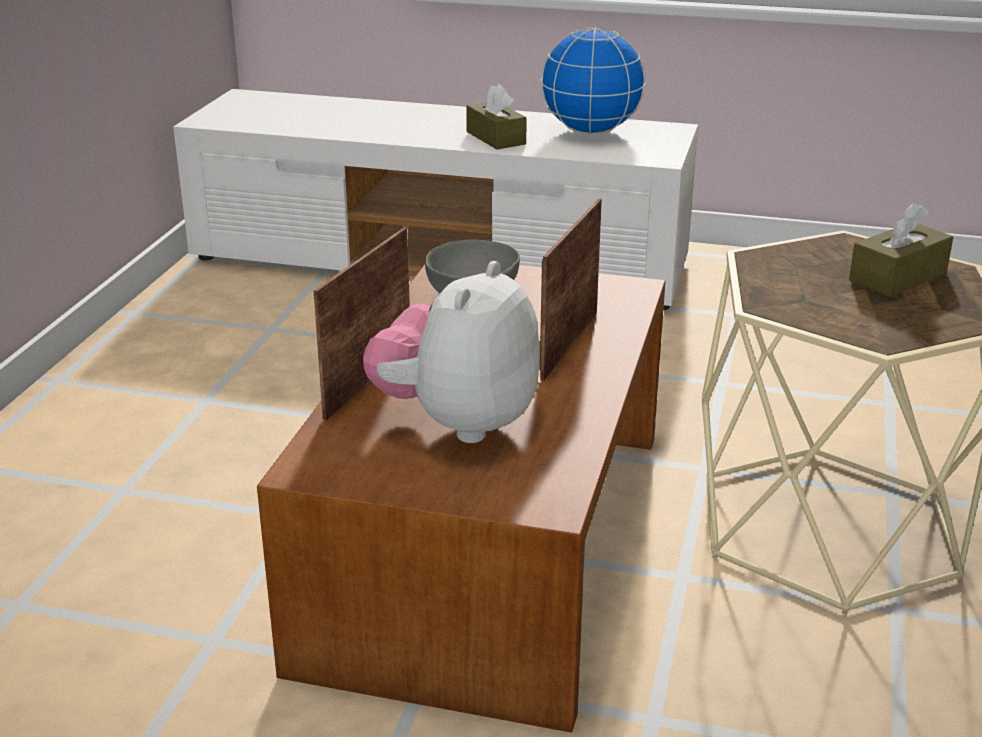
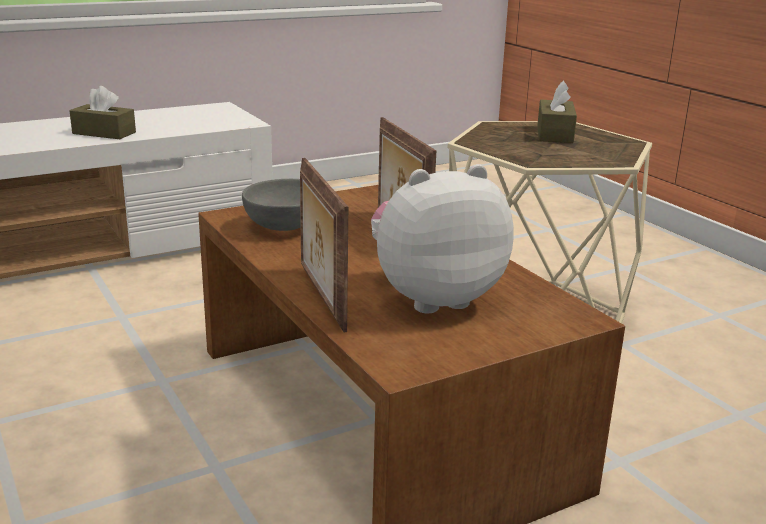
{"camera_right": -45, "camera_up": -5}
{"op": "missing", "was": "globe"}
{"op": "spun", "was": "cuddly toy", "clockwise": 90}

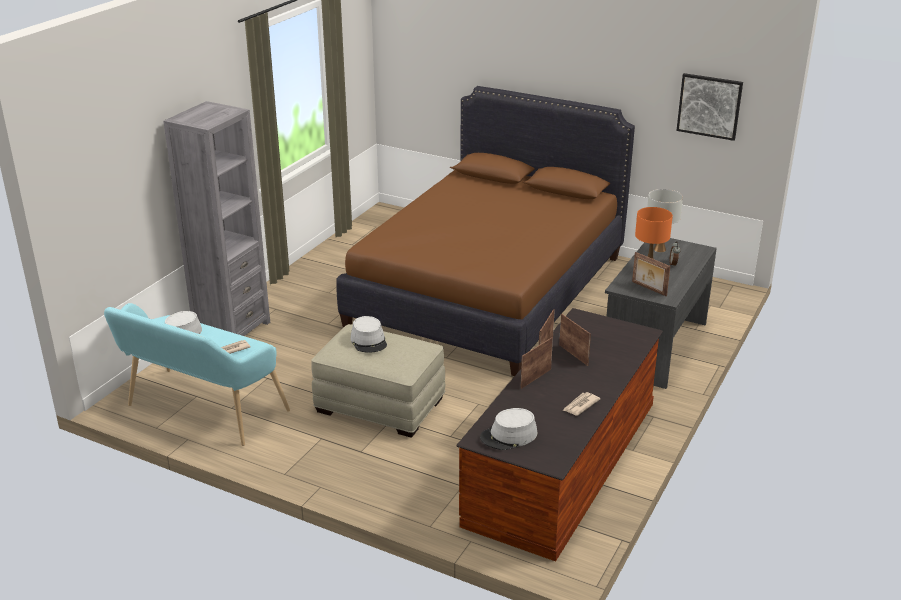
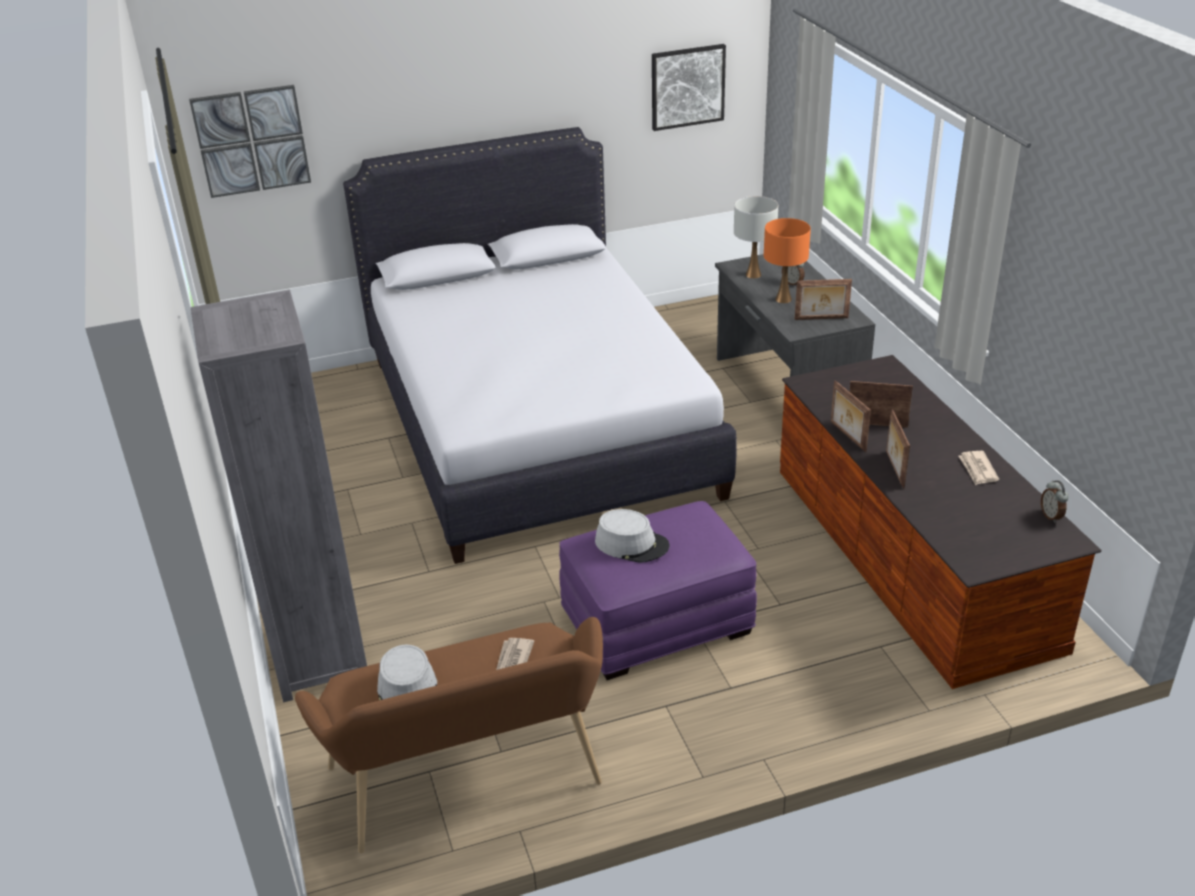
{"camera_right": -45, "camera_up": 5}
{"op": "missing", "was": "grey wearable hat (no. 3 from left)"}
{"op": "appeared", "now": "wall picture (no. 1 from left)"}
{"op": "appeared", "now": "bedside clock (no. 2 from left)"}
{"op": "colour", "was": "blue-green long seat", "now": "brown-coloured long seat"}
{"op": "colour", "was": "beige ottoman", "now": "purple ottoman"}
{"op": "colour", "was": "brown-coloured bed", "now": "white-coloured bed"}

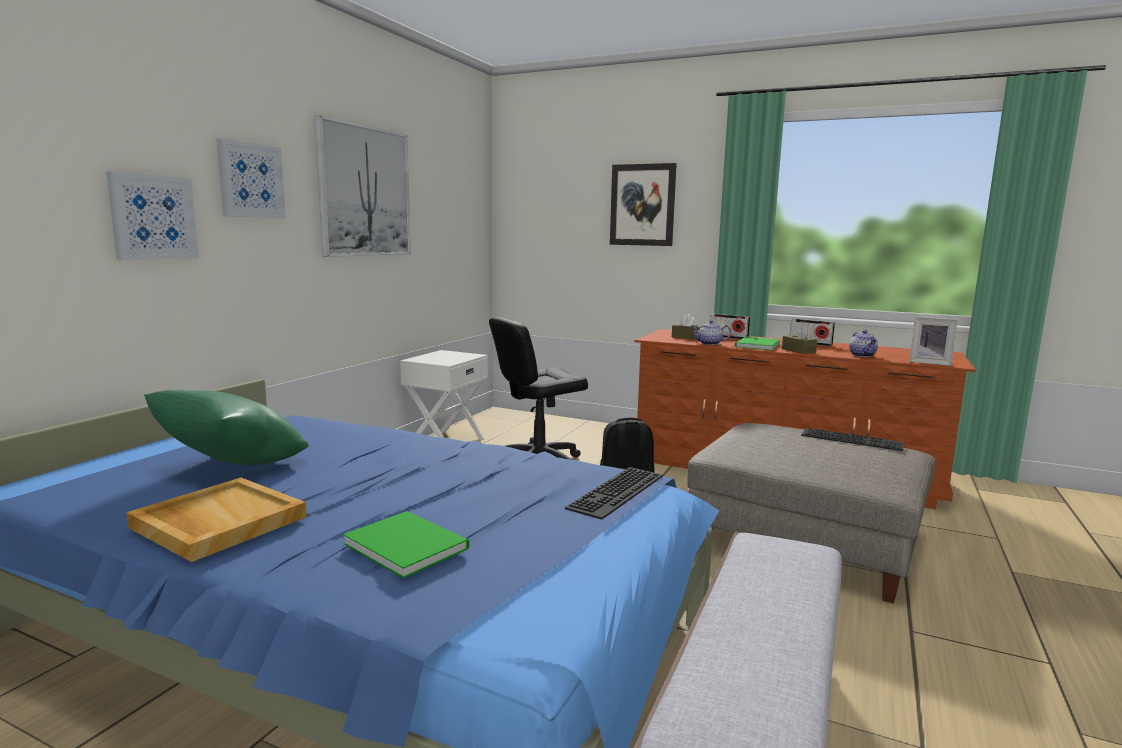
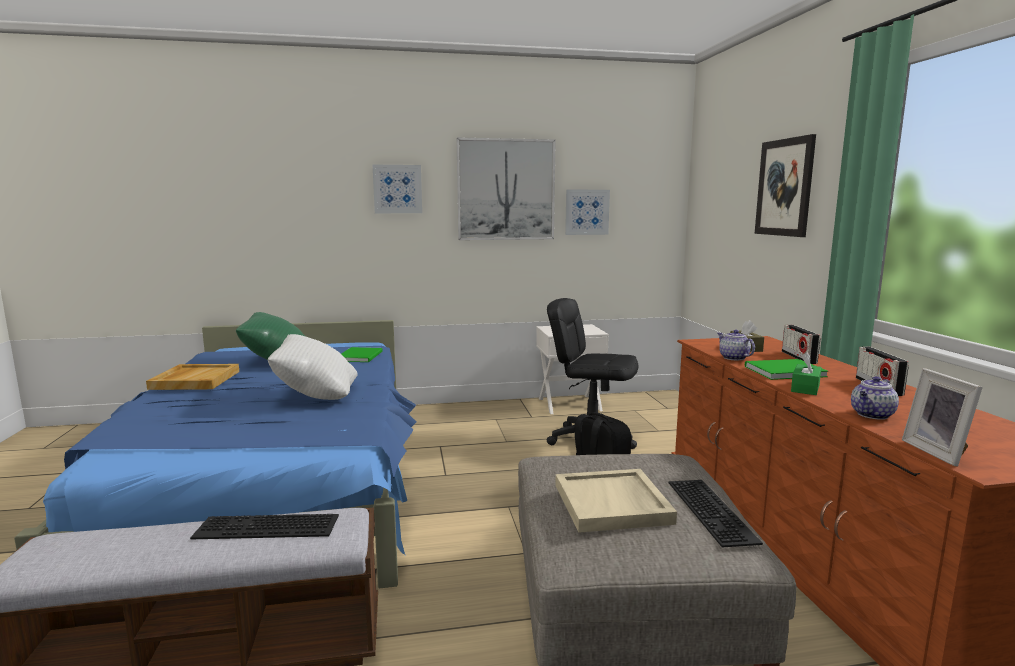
{"camera_right": 55, "camera_up": 0}
{"op": "appeared", "now": "white-coloured cushion"}
{"op": "appeared", "now": "beige serving tray (no. 2 from left)"}
{"op": "relocated", "was": "wall picture (no. 1 from left in the first image)", "now": "wall picture (no. 3 from left)"}
{"op": "relocated", "was": "green bound book (no. 1 from left)"}
{"op": "relocated", "was": "computer keyboard (no. 1 from left)"}
{"op": "colour", "was": "brown-coloured tissue box (no. 2 from left)", "now": "green tissue box"}

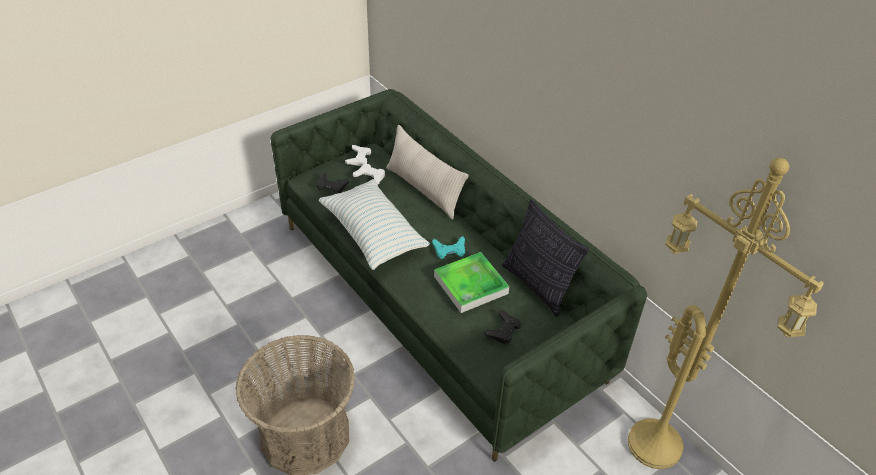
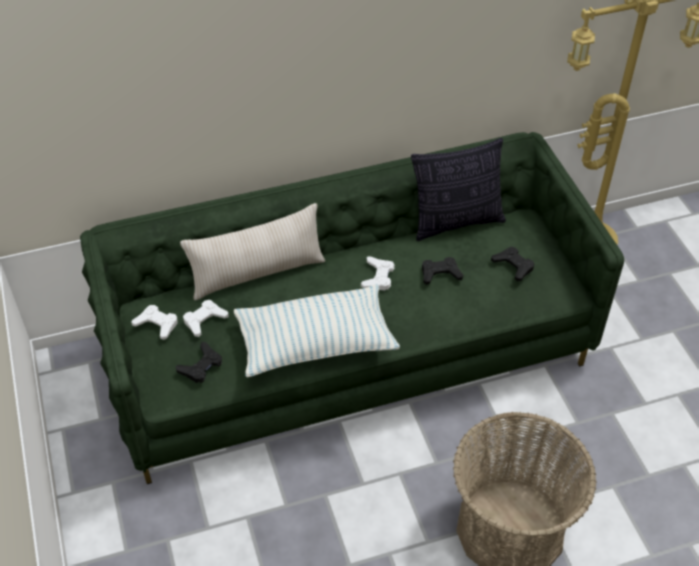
{"camera_right": -70, "camera_up": 5}
{"op": "exchanged", "was": "serving tray", "now": "black-coloured joypad (no. 2 from left)"}
{"op": "colour", "was": "blue-green joypad", "now": "white-coloured joypad (no. 3 from left)"}

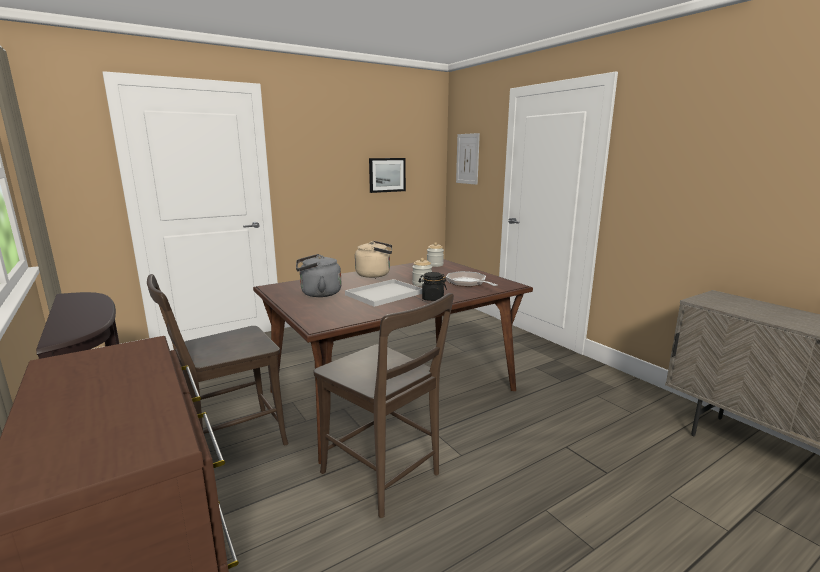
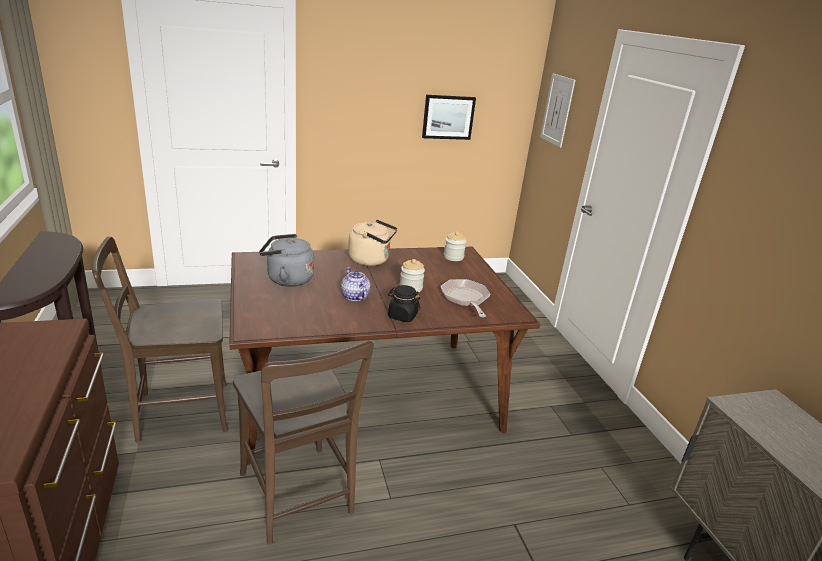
{"camera_right": 15, "camera_up": 10}
{"op": "exchanged", "was": "white-coloured serving tray", "now": "tea pot"}

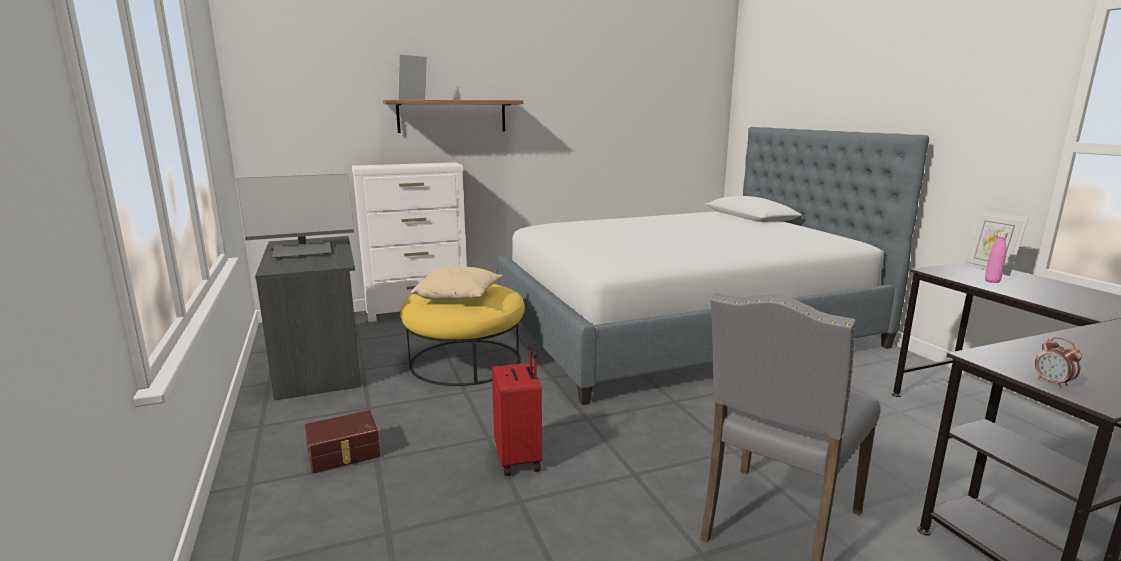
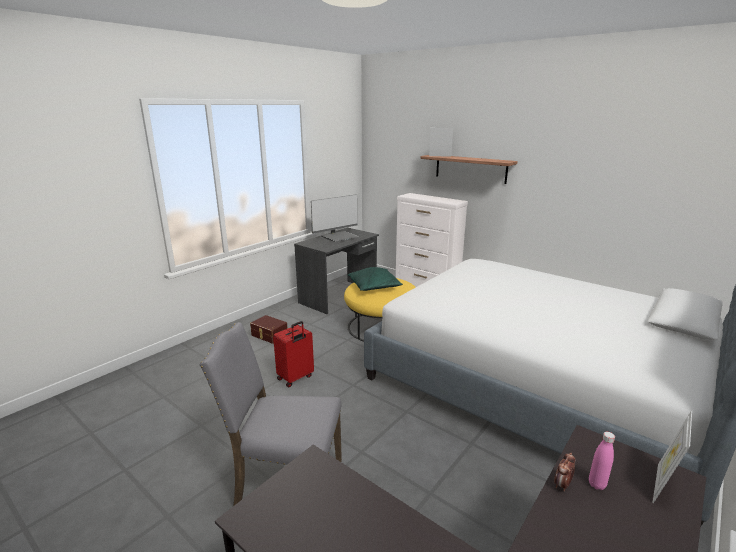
{"camera_right": 60, "camera_up": 5}
{"op": "relocated", "was": "bedside clock"}
{"op": "colour", "was": "beige cushion", "now": "green cushion"}
{"op": "spun", "was": "computer screen", "clockwise": -75}

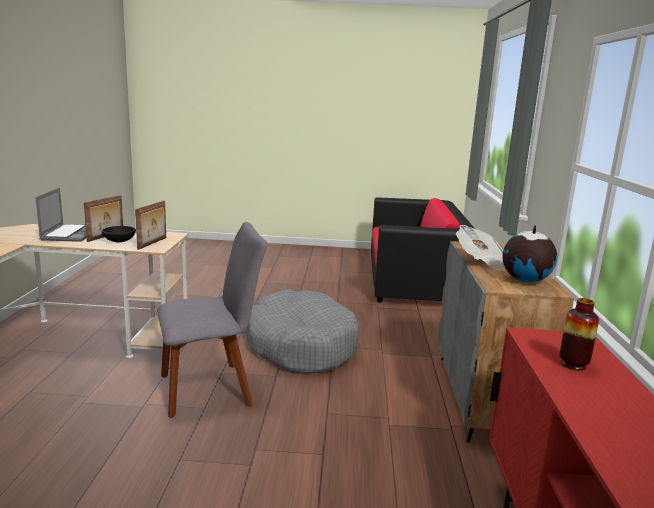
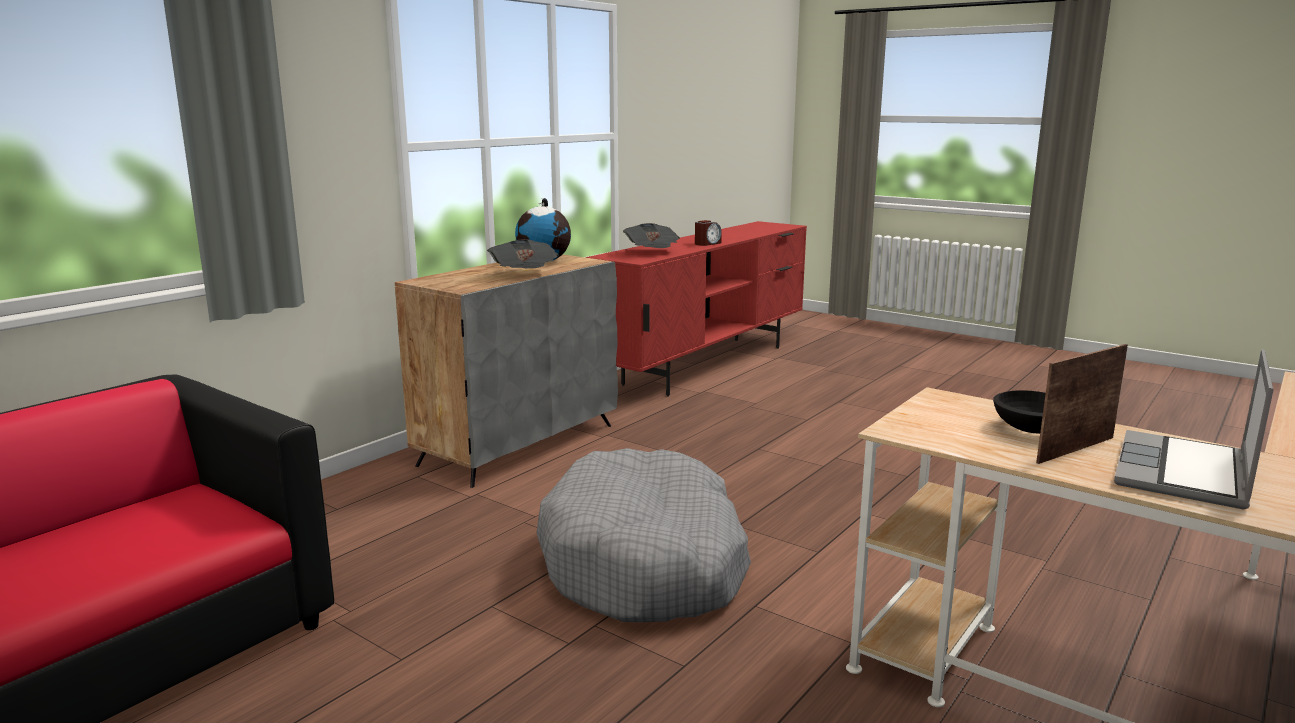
{"camera_right": -145, "camera_up": 0}
{"op": "missing", "was": "picture frame (no. 2 from left)"}
{"op": "missing", "was": "grey upright chair"}
{"op": "appeared", "now": "bedside clock"}
{"op": "exchanged", "was": "decorative vase", "now": "printed paper (no. 2 from left)"}

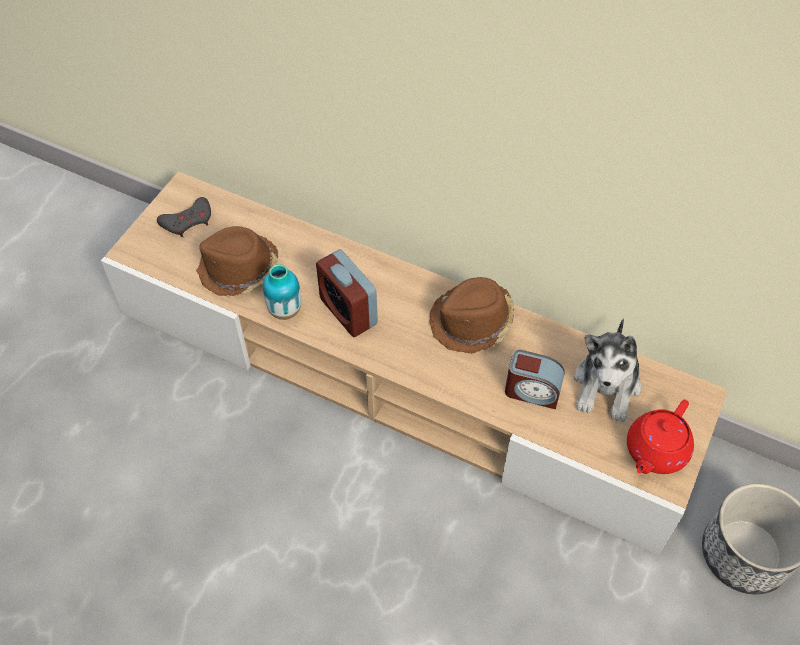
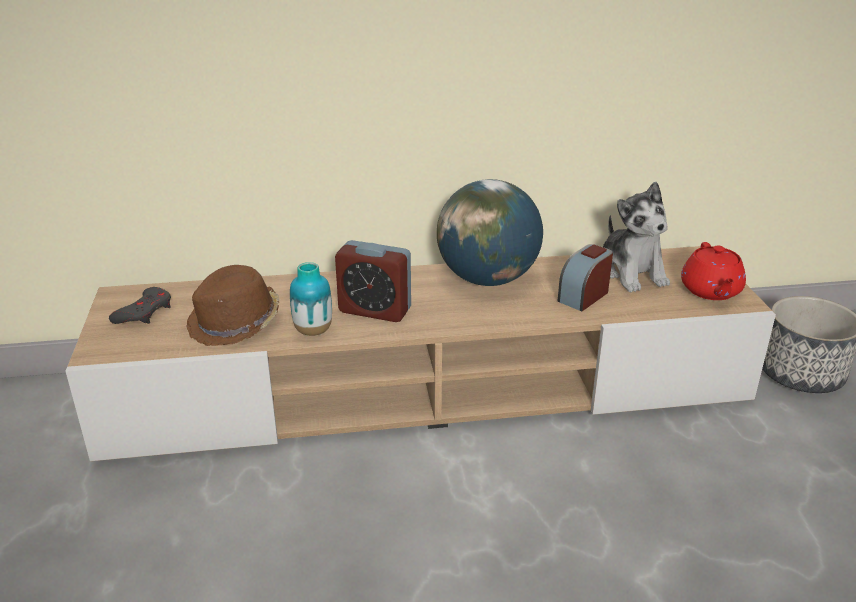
{"camera_right": -35, "camera_up": -25}
{"op": "exchanged", "was": "brown-coloured wearable hat (no. 2 from left)", "now": "globe"}
{"op": "spun", "was": "bedside clock (no. 2 from left)", "clockwise": 150}

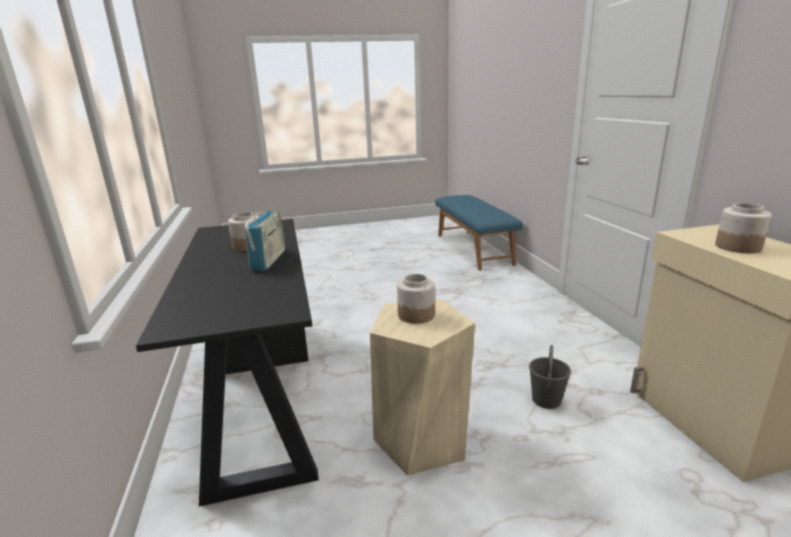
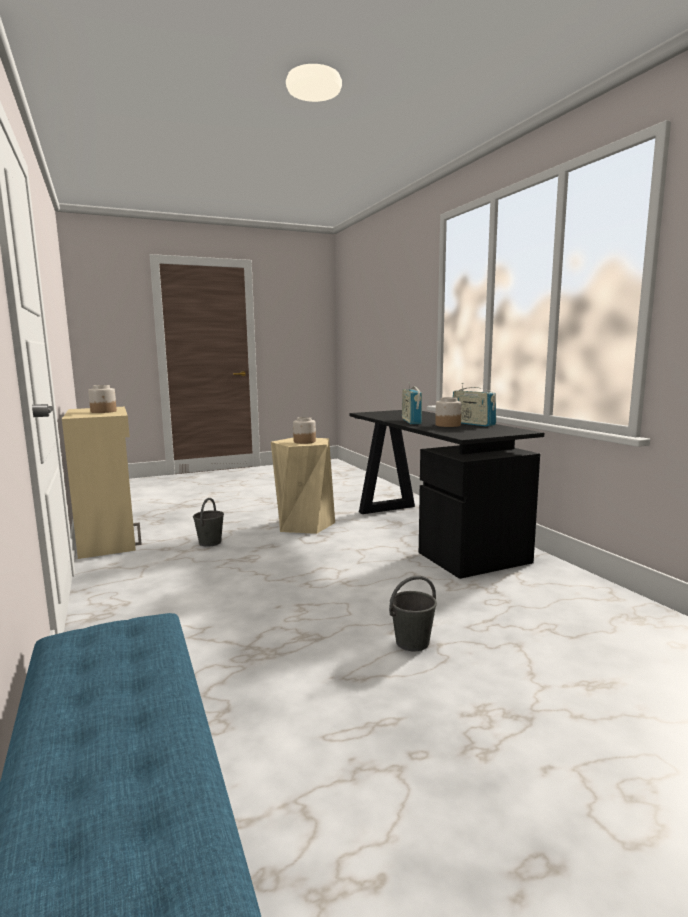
{"camera_right": 170, "camera_up": -10}
{"op": "appeared", "now": "grey pail (no. 2 from left)"}
{"op": "appeared", "now": "radio receiver (no. 2 from left)"}

